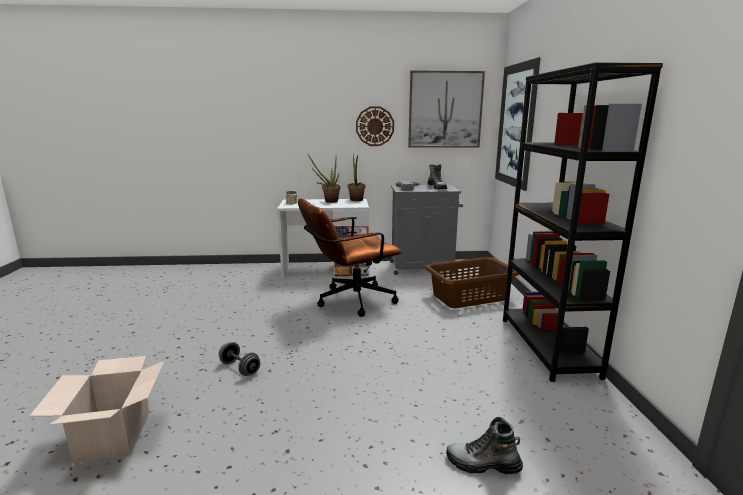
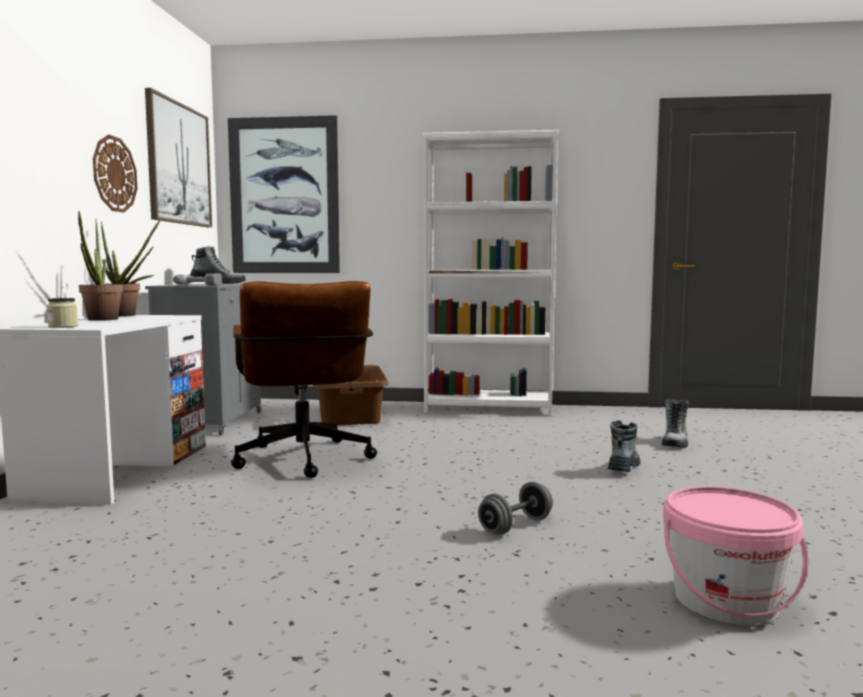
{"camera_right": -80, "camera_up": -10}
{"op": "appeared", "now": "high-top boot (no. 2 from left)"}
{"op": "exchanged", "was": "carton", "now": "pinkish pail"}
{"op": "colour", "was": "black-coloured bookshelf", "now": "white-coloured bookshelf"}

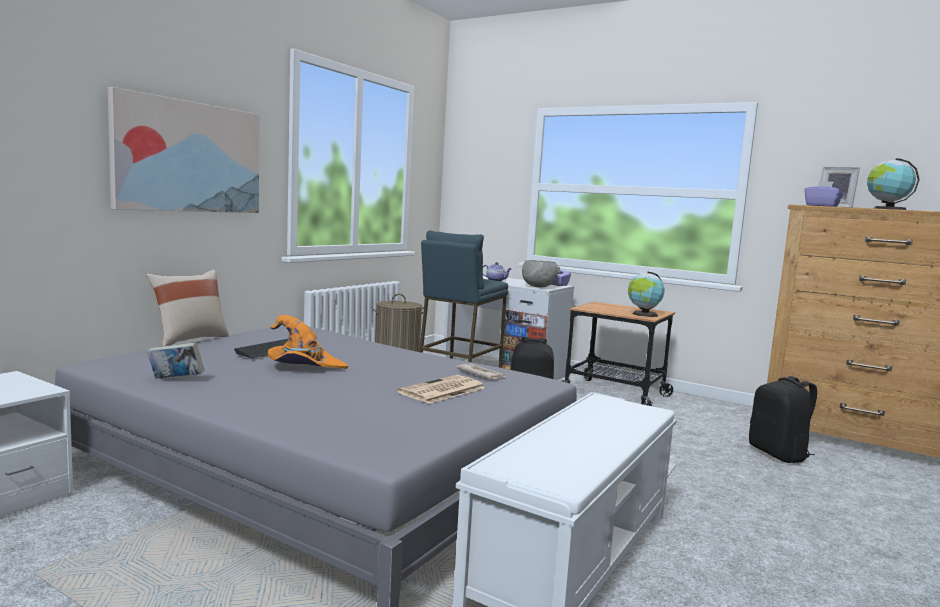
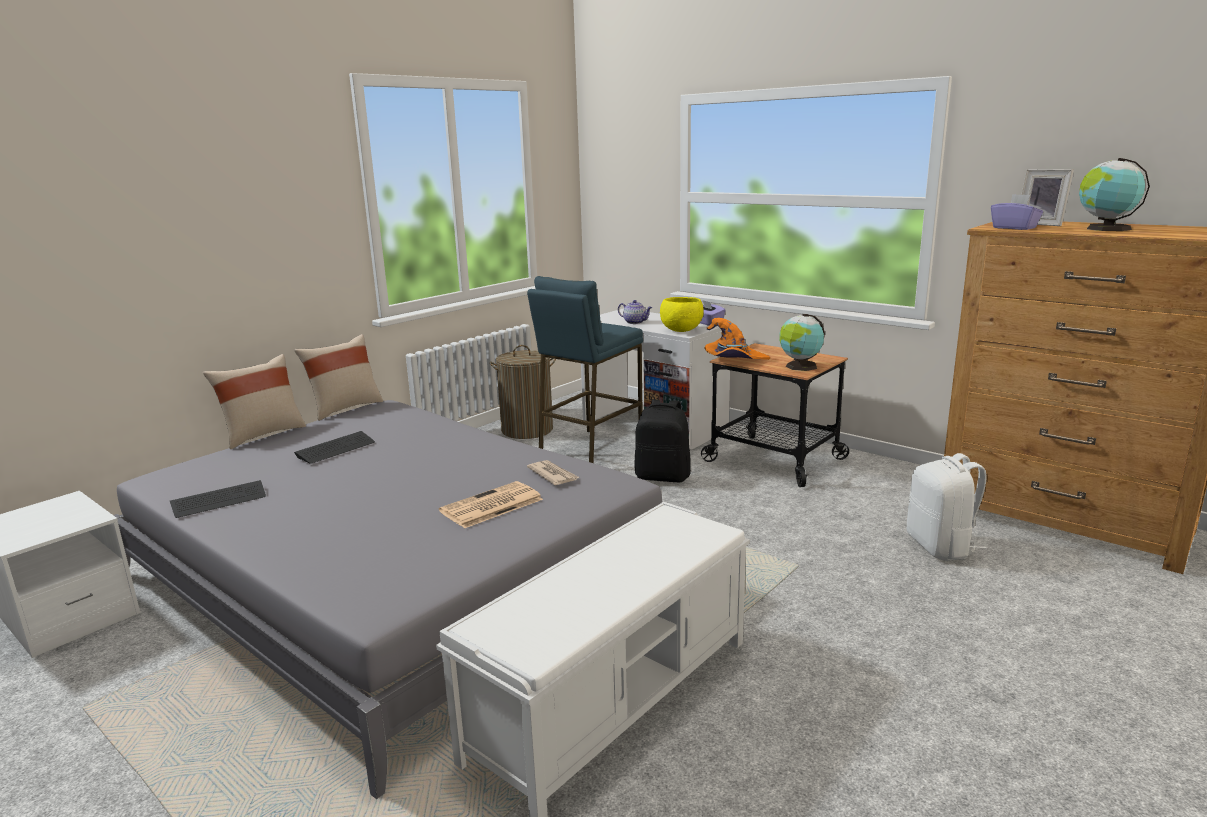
{"camera_right": 10, "camera_up": 10}
{"op": "missing", "was": "wall picture"}
{"op": "appeared", "now": "beige cushion (no. 2 from left)"}
{"op": "relocated", "was": "orangey wearable hat"}
{"op": "exchanged", "was": "bound book", "now": "computer keyboard (no. 1 from left)"}
{"op": "colour", "was": "grey serving bowl", "now": "yellow serving bowl"}
{"op": "colour", "was": "black-coloured rucksack (no. 2 from left)", "now": "white-coloured rucksack"}

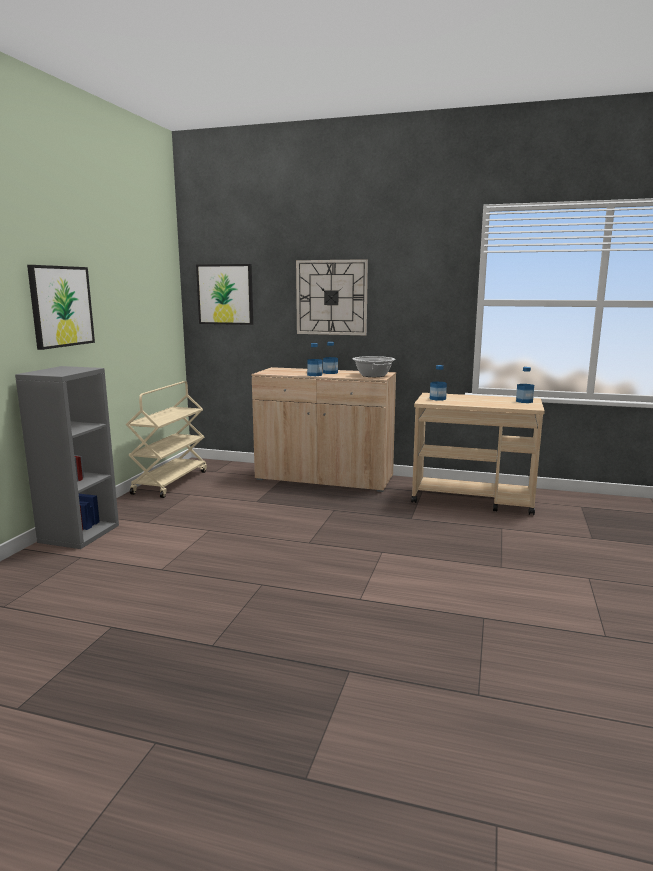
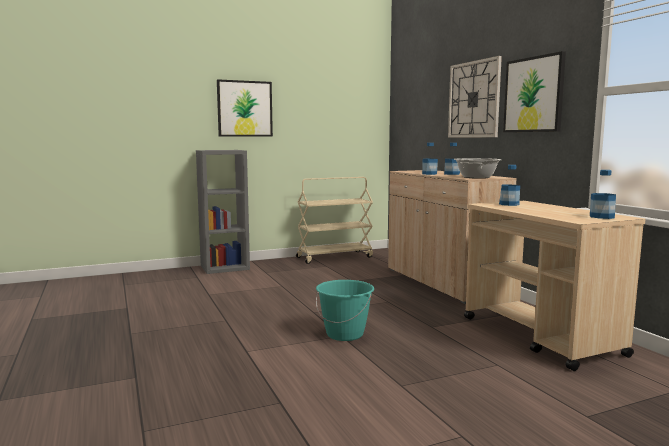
{"camera_right": 50, "camera_up": -5}
{"op": "appeared", "now": "blue-green pail"}
{"op": "relocated", "was": "wall picture (no. 2 from left)"}

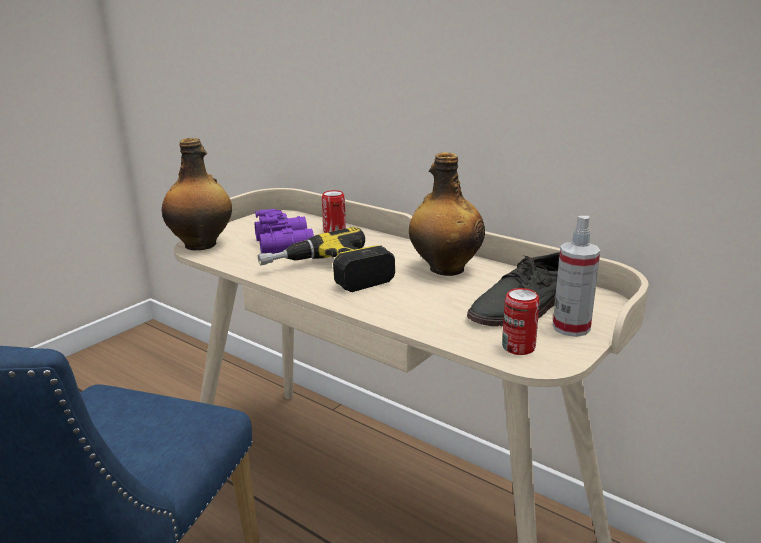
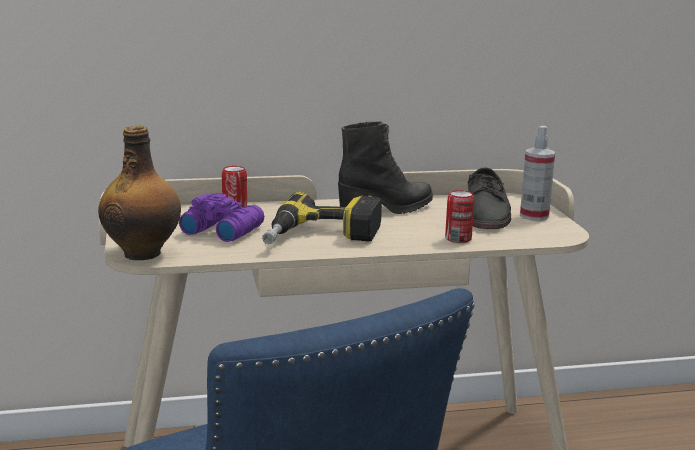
{"camera_right": -50, "camera_up": -5}
{"op": "relocated", "was": "metal can (no. 2 from left)"}
{"op": "exchanged", "was": "drink bottle (no. 2 from left)", "now": "black-coloured high-top boot"}

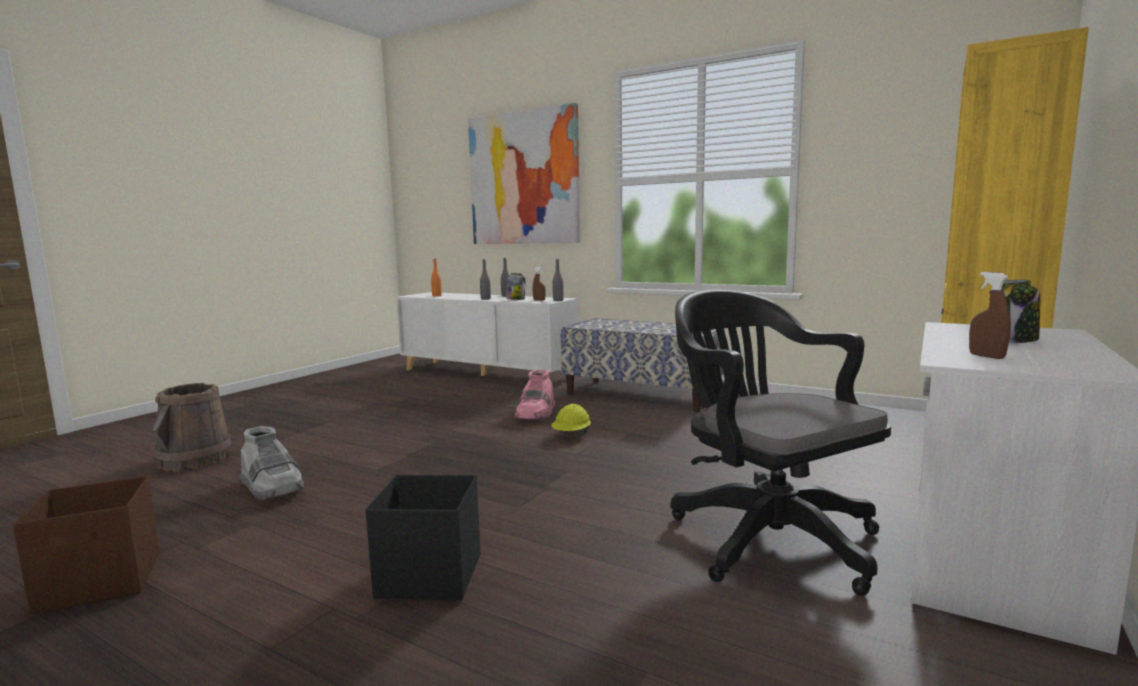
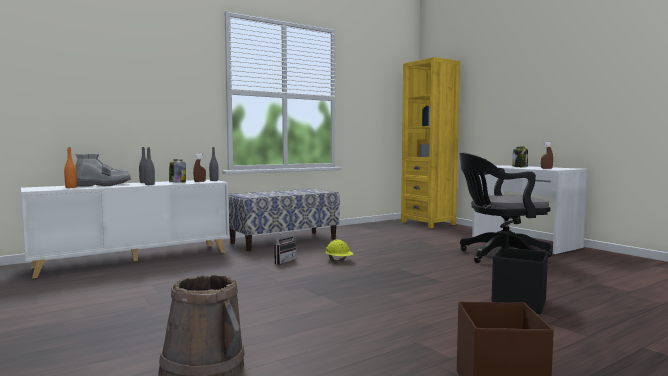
{"camera_right": -65, "camera_up": -5}
{"op": "missing", "was": "wall picture"}
{"op": "relocated", "was": "grey high-top boot"}
{"op": "exchanged", "was": "pinkish high-top boot", "now": "radio receiver"}

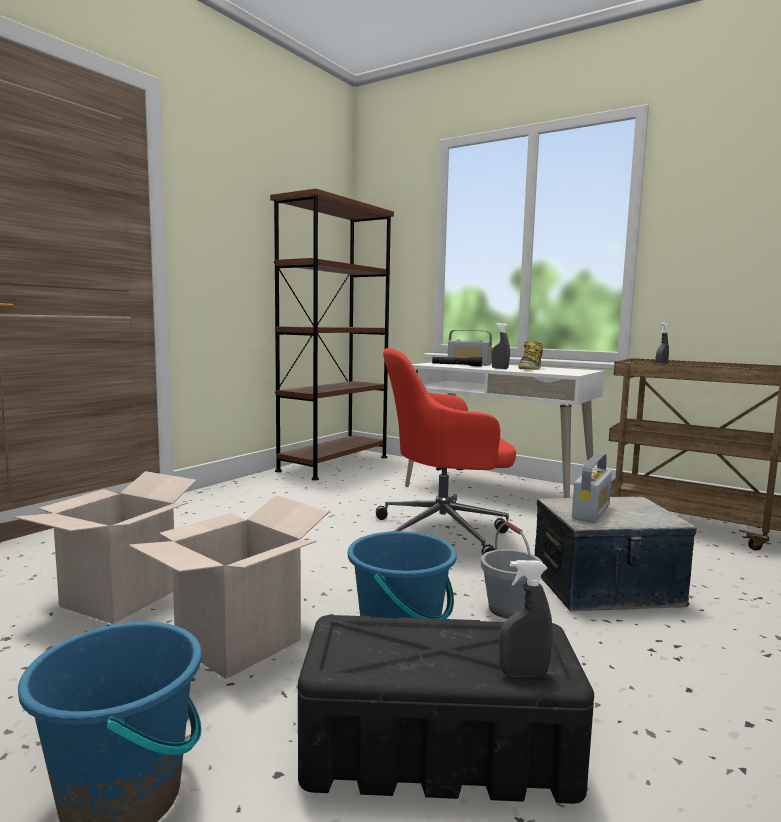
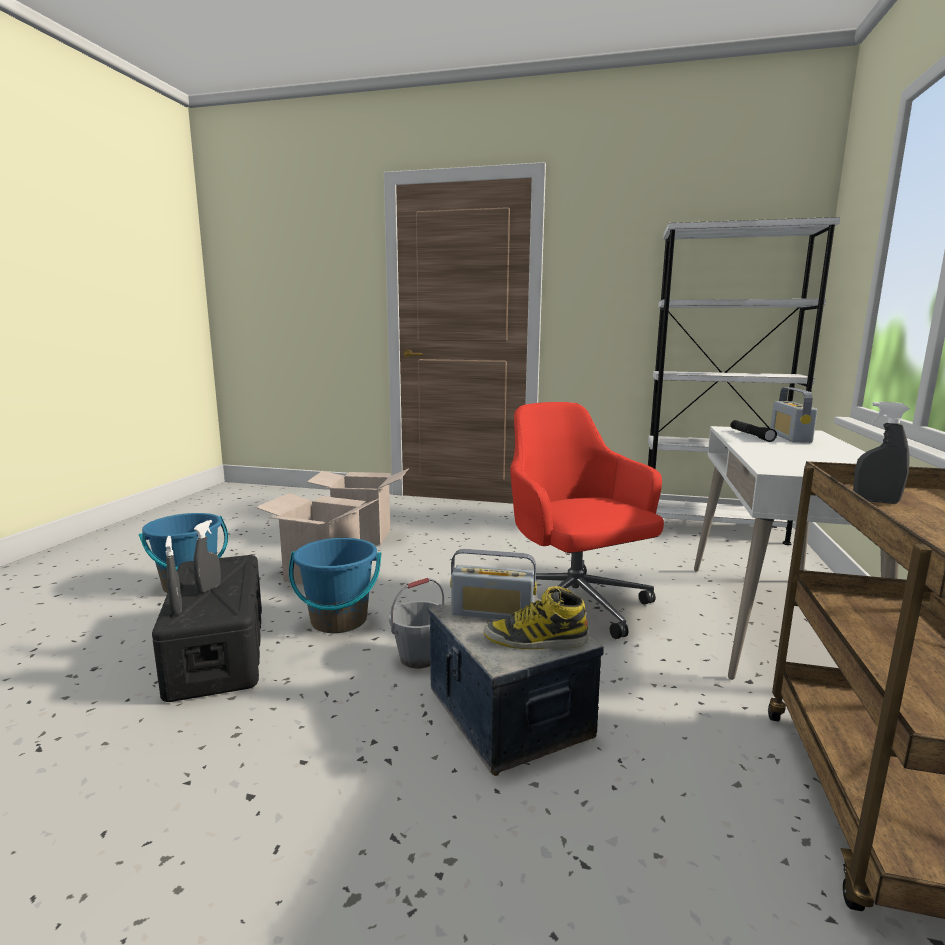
{"camera_right": 70, "camera_up": 5}
{"op": "relocated", "was": "grey hand sprayer (no. 1 from left in the first image)", "now": "grey hand sprayer (no. 2 from left)"}
{"op": "relocated", "was": "high-top boot"}
{"op": "colour", "was": "brown-coloured bookshelf", "now": "white-coloured bookshelf"}

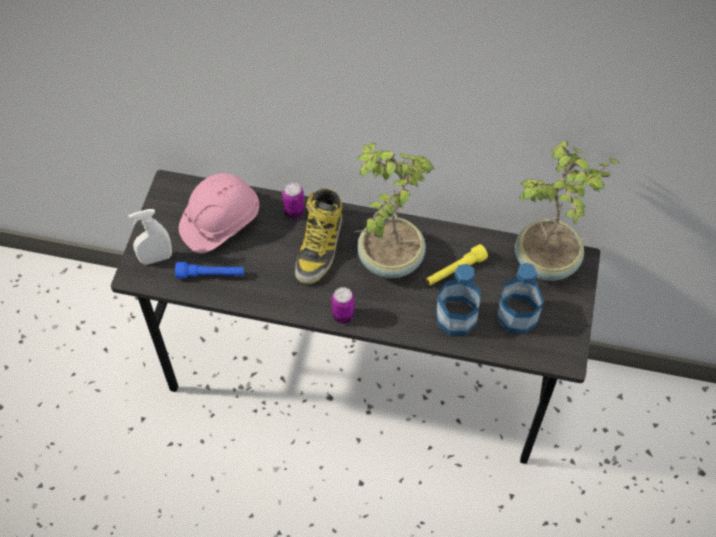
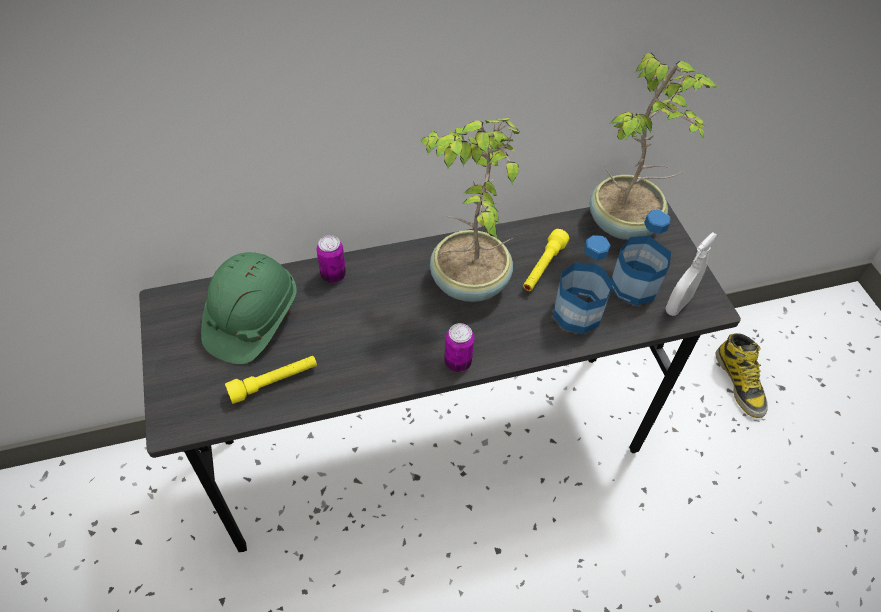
{"camera_right": -30, "camera_up": -5}
{"op": "relocated", "was": "white-coloured hand sprayer"}
{"op": "relocated", "was": "high-top boot"}
{"op": "colour", "was": "blue-coloured flashlight", "now": "yellow flashlight (no. 1 from left)"}
{"op": "colour", "was": "pinkish work helmet", "now": "green work helmet"}

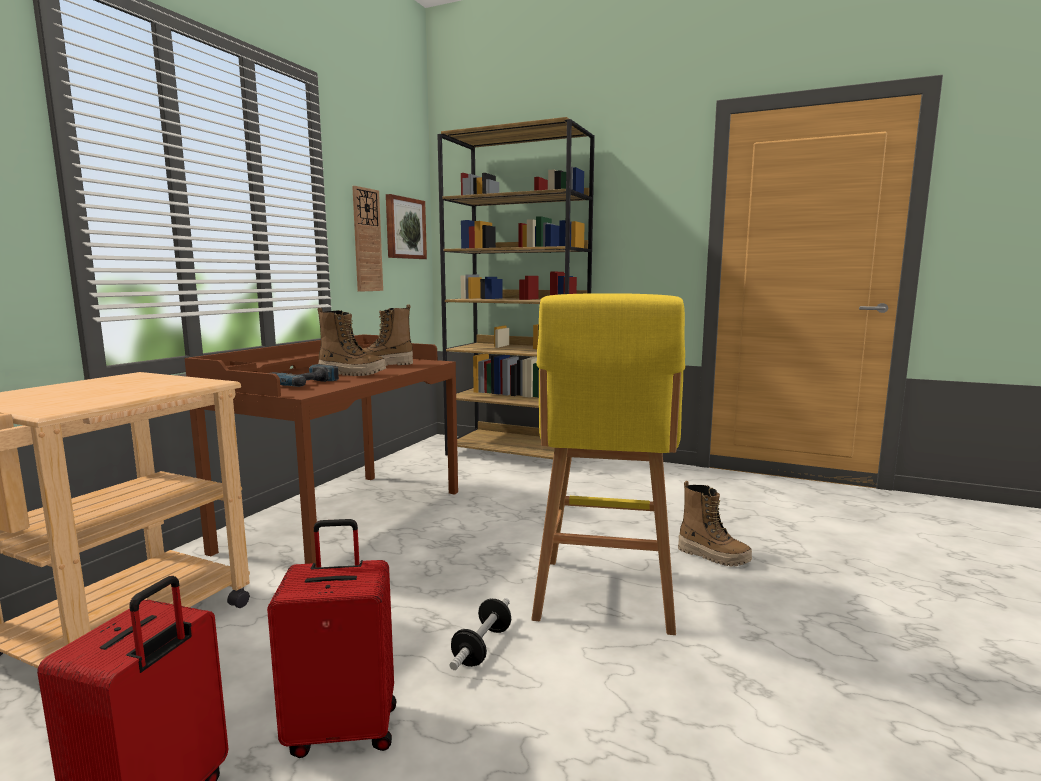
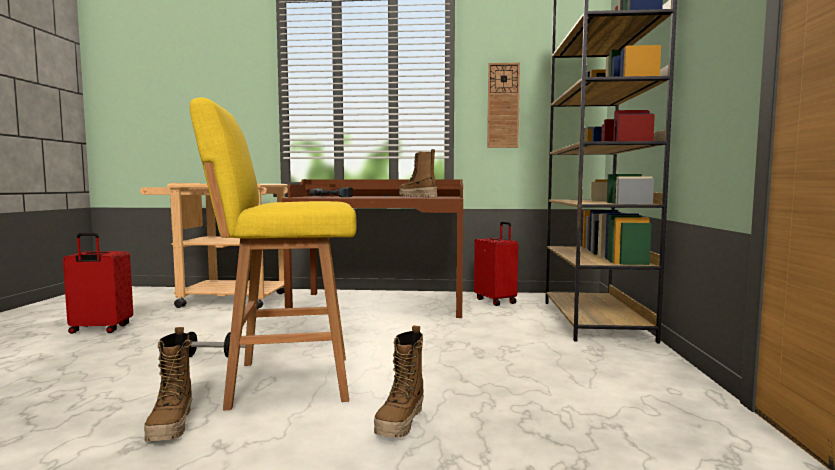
{"camera_right": 70, "camera_up": -5}
{"op": "missing", "was": "wall picture"}
{"op": "relocated", "was": "red-coloured travel case (no. 2 from left)"}
{"op": "relocated", "was": "high-top boot (no. 1 from left)"}

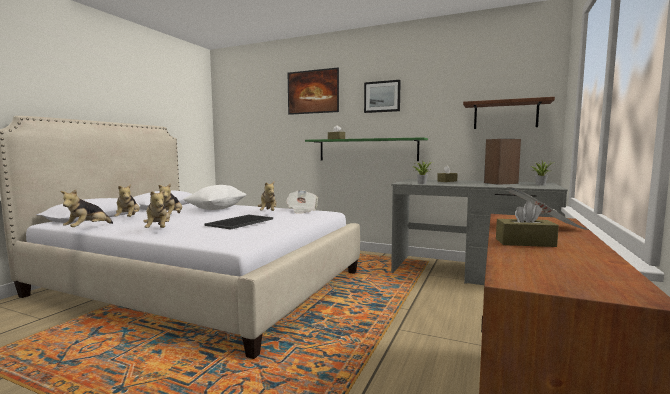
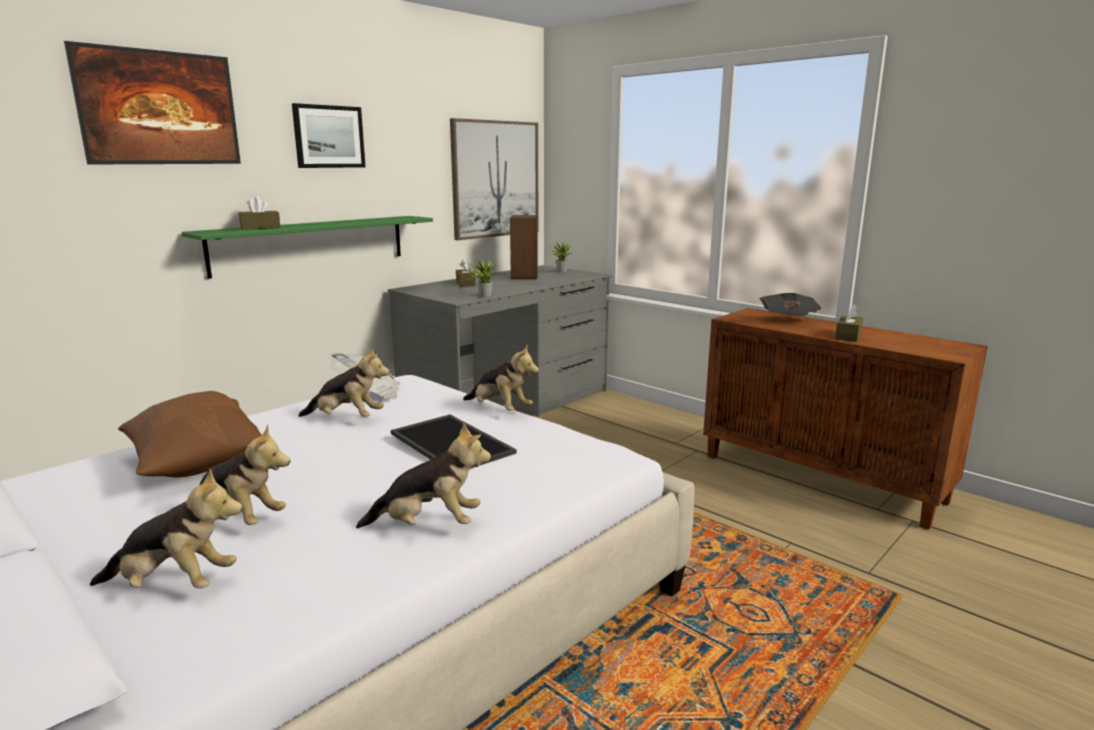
{"camera_right": -70, "camera_up": 10}
{"op": "relocated", "was": "cuddly toy (no. 1 from left in the first image)", "now": "cuddly toy (no. 5 from left)"}
{"op": "exchanged", "was": "brown-coloured shelf", "now": "wall picture (no. 3 from left)"}
{"op": "colour", "was": "white-coloured cushion", "now": "brown-coloured cushion"}

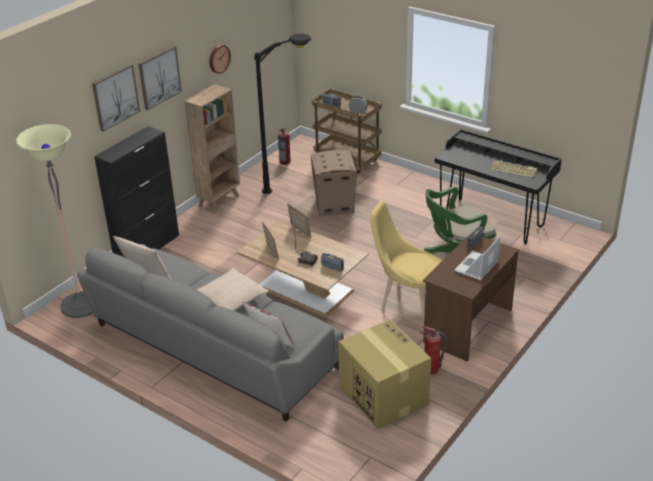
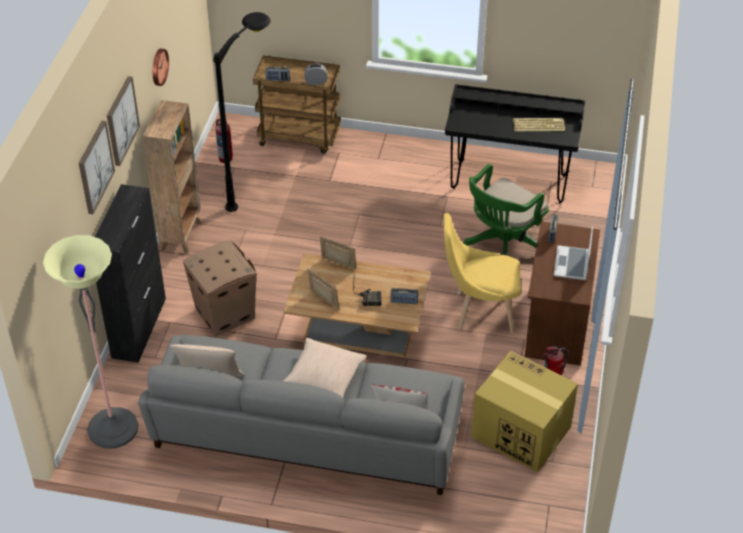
{"camera_right": -25, "camera_up": 10}
{"op": "relocated", "was": "carton (no. 1 from left)"}

